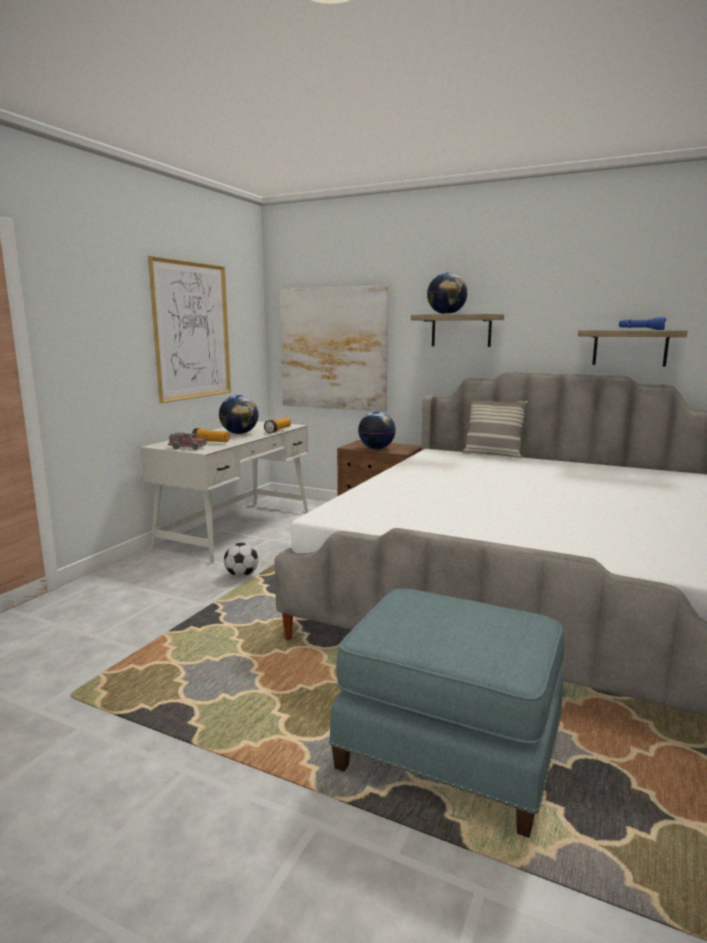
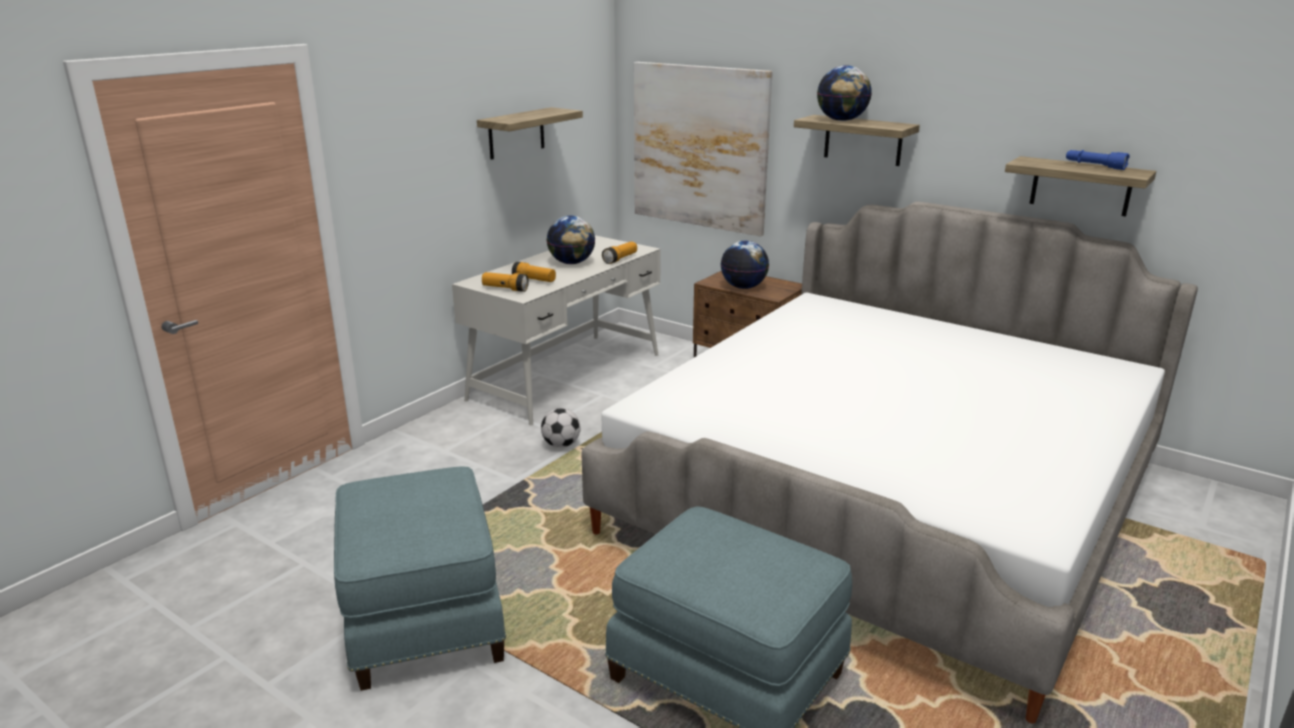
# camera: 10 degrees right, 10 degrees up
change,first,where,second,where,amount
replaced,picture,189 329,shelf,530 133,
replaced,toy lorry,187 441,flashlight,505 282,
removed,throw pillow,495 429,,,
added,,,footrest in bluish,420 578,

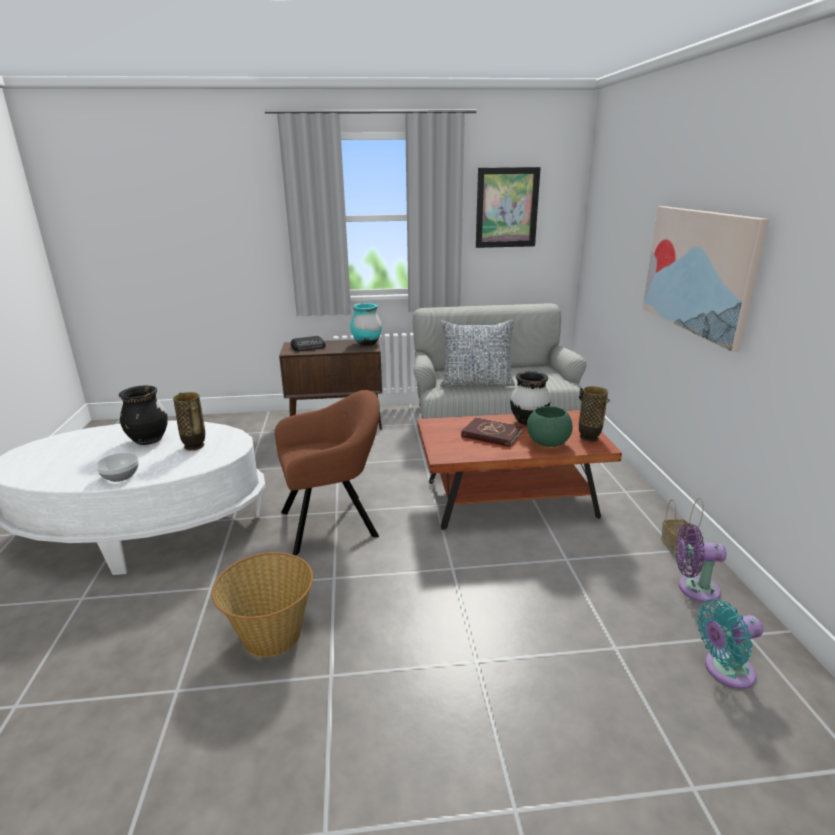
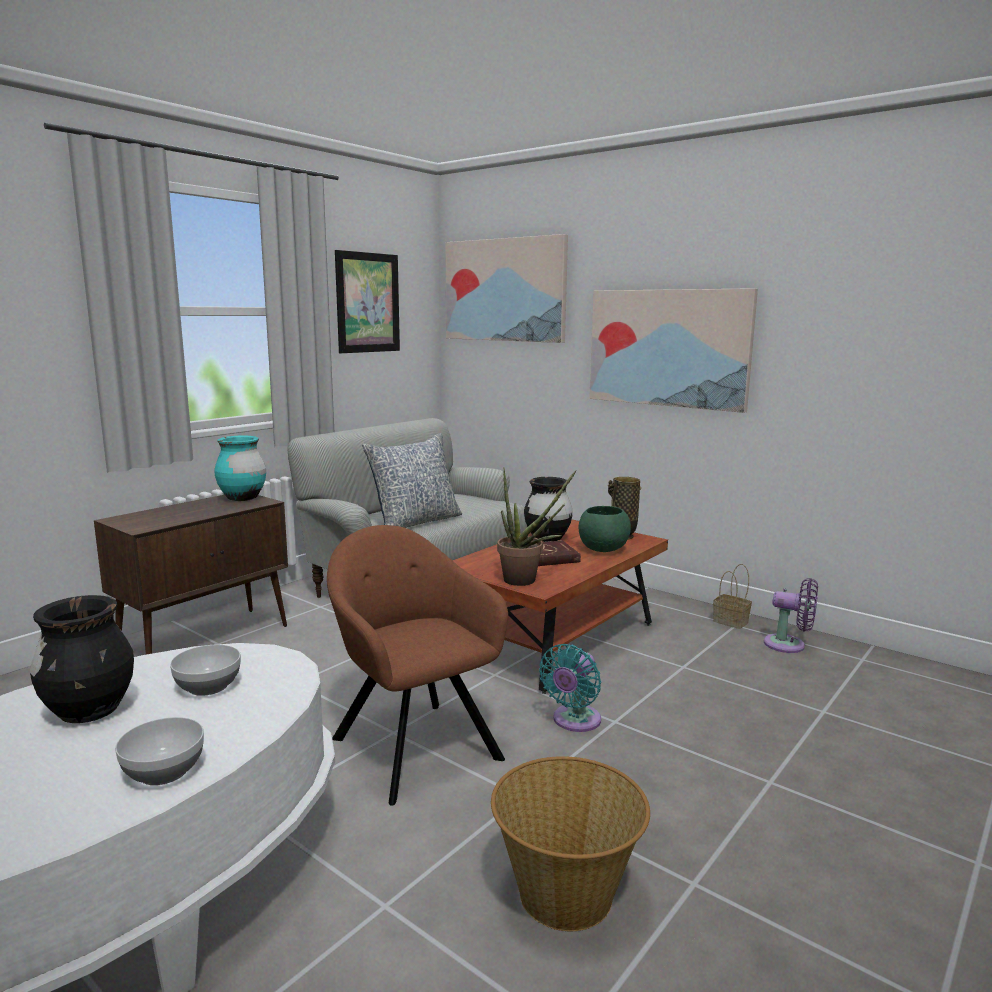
# camera: 45 degrees left, 10 degrees down
change,first,where,second,where,amount
replaced,vase,189 421,serving bowl,205 670,
turned,lounge chair in brown-coloured,327 473,,417 665,60 degrees counterclockwise
removed,radio set,308 343,,,
turned,cooling fan in purple-coloured,701 563,,791 615,120 degrees counterclockwise
moved,cooling fan in blue-green,730 644,,570 688,
added,,,picture,506 288,
added,,,houseplant,537 526,

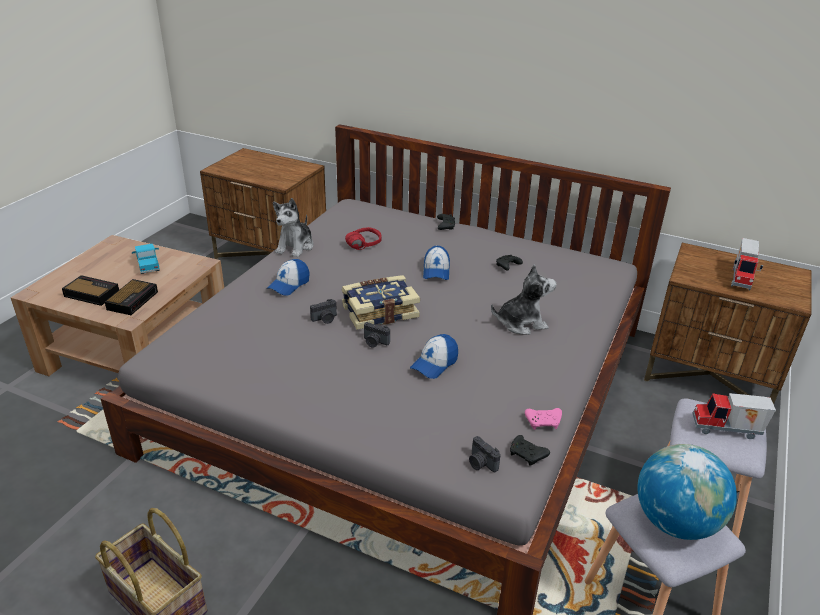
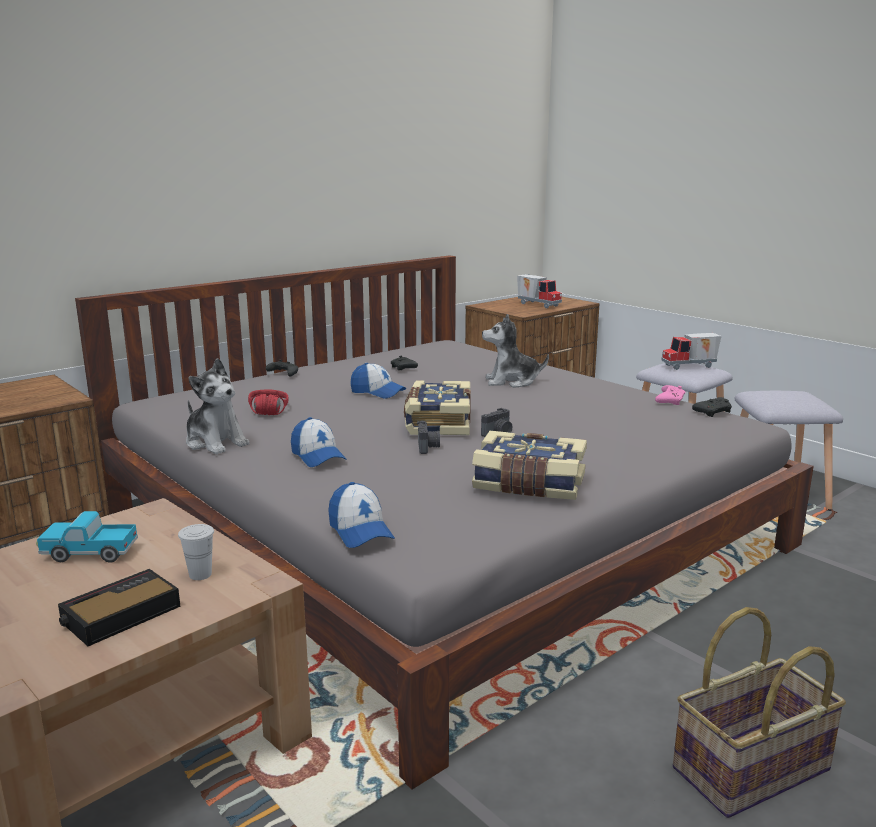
# camera: 65 degrees left, 15 degrees down
change,first,where,second,where,amount
replaced,bedside clock,131 297,cup in white-coloured,196 552,
moved,peaked cap,434 356,,361 515,
removed,still camera,485 454,,,
turned,plush toy,523 299,,515 351,105 degrees counterclockwise
removed,globe,687 492,,,
turned,toy lorry,734 416,,691 351,45 degrees clockwise
added,,,bound book,529 465,

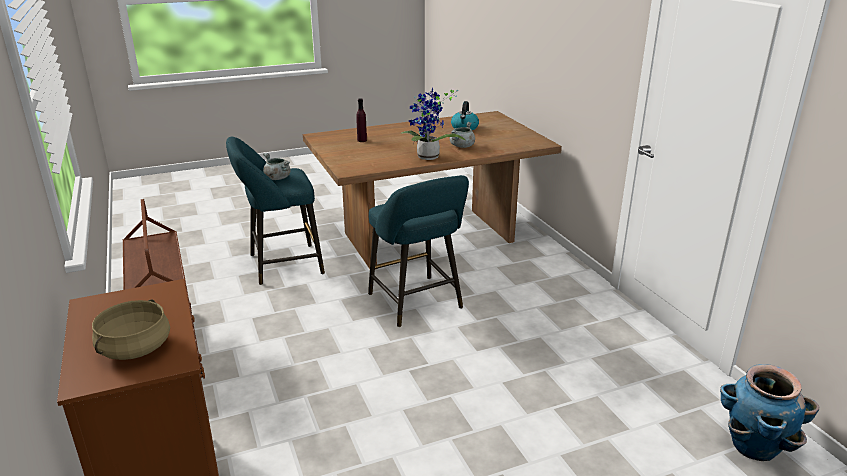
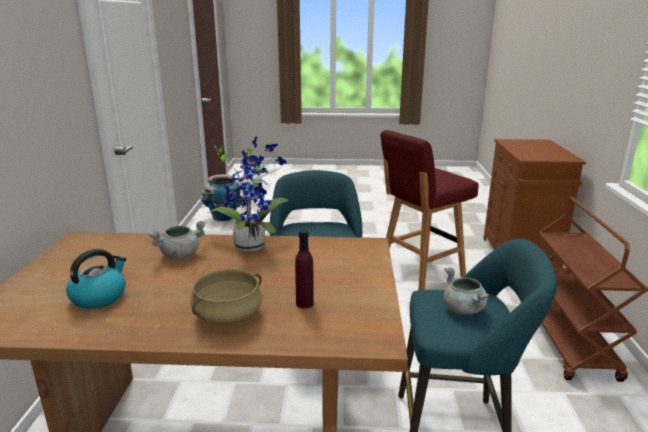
# camera: 155 degrees left, 5 degrees down
change,first,where,second,where,amount
moved,stockpot in beige-coloured,131 330,,226 297,
added,,,sitting stool in reddish,429 210,

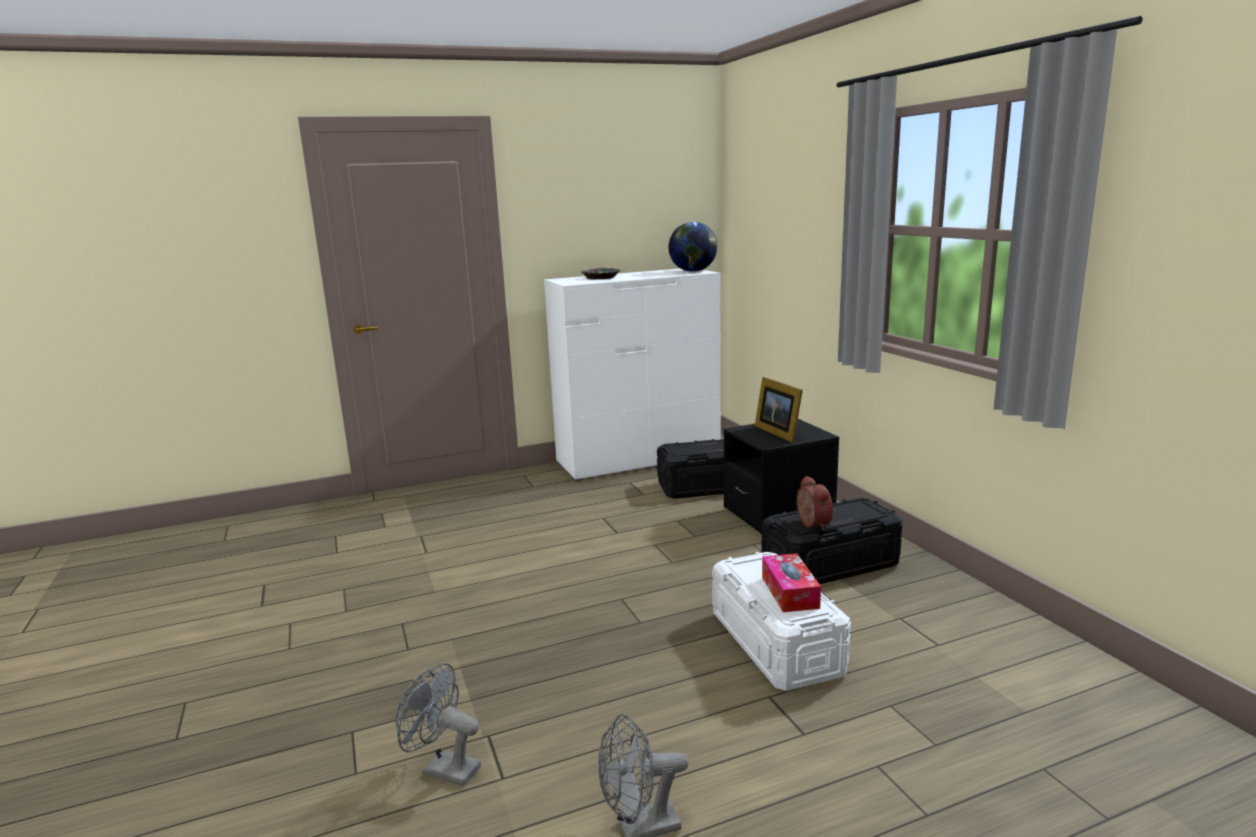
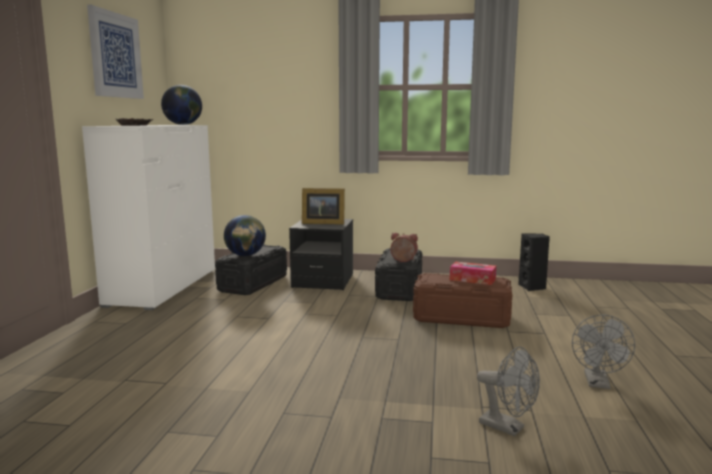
# camera: 60 degrees left, 5 degrees down
change,first,where,second,where,amount
turned,cooling fan in greyish,438 724,,508 391,105 degrees counterclockwise
recoloured,storage box in white-coloured,781 621,storage box in brown-coloured,463 300,
added,,,picture,115 52,
added,,,globe,245 235,
added,,,audio speaker in black-coloured,534 262,

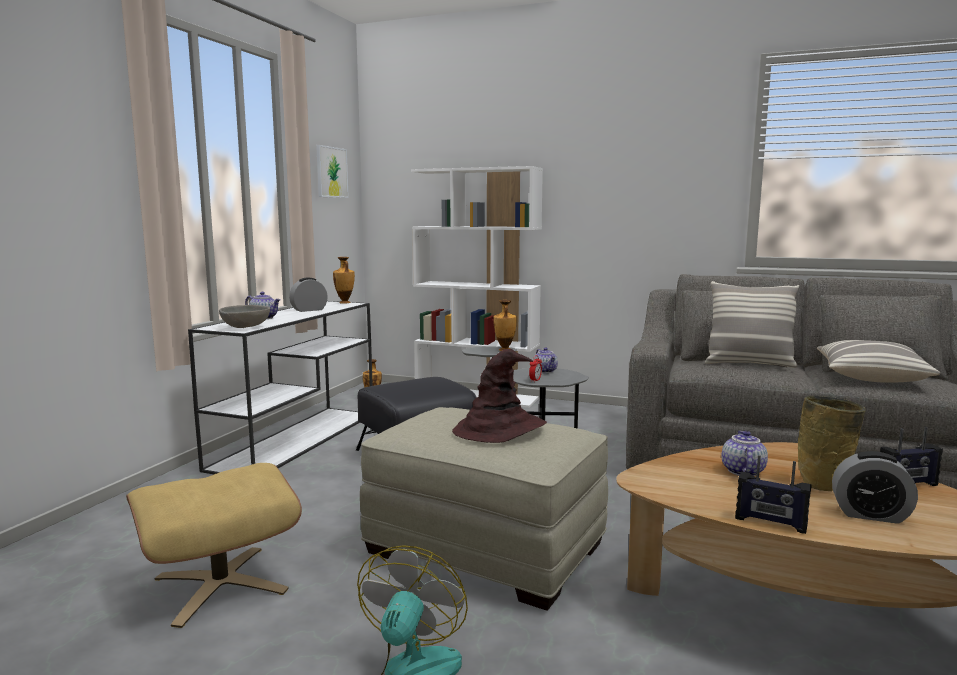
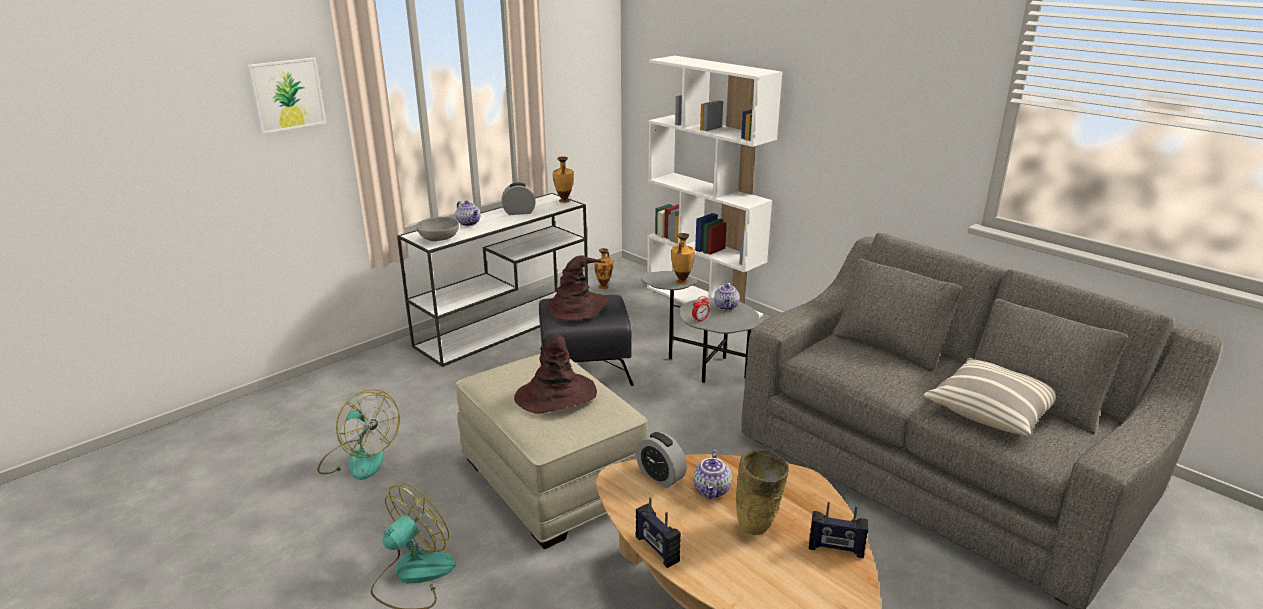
# camera: 25 degrees right, 15 degrees up
change,first,where,second,where,amount
replaced,footrest in beige-coloured,214 545,cooling fan,358 434,
moved,picture,332 171,,286 96,
removed,throw pillow,752 324,,,
turned,tea pot,745 453,,712 474,150 degrees clockwise
moved,bedside clock,875 487,,661 460,
added,,,clothing hat in brown-coloured,577 287,

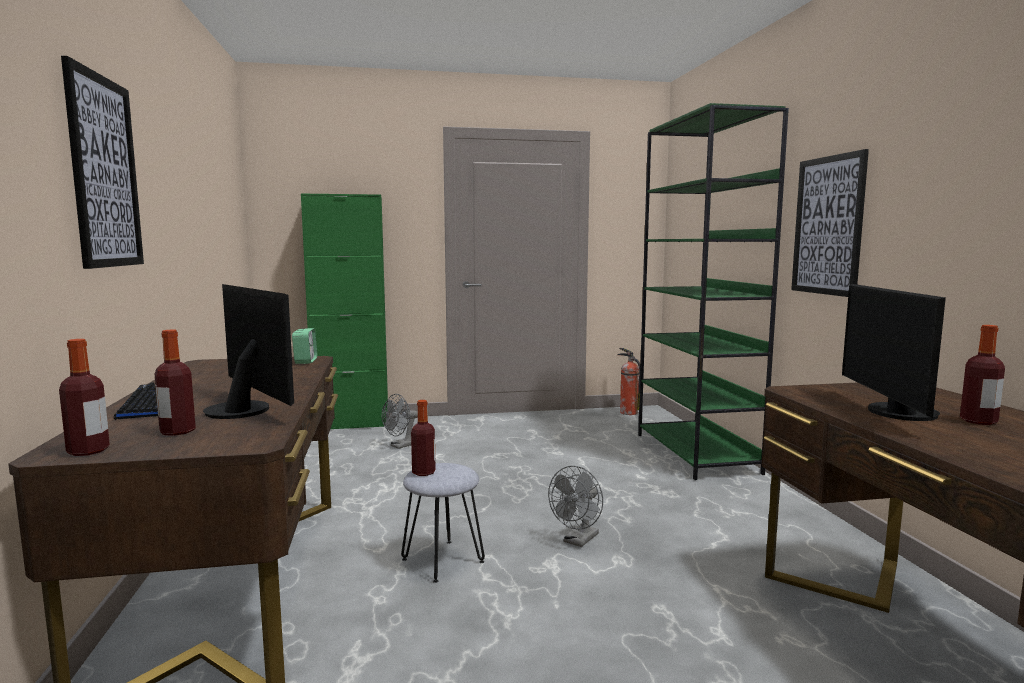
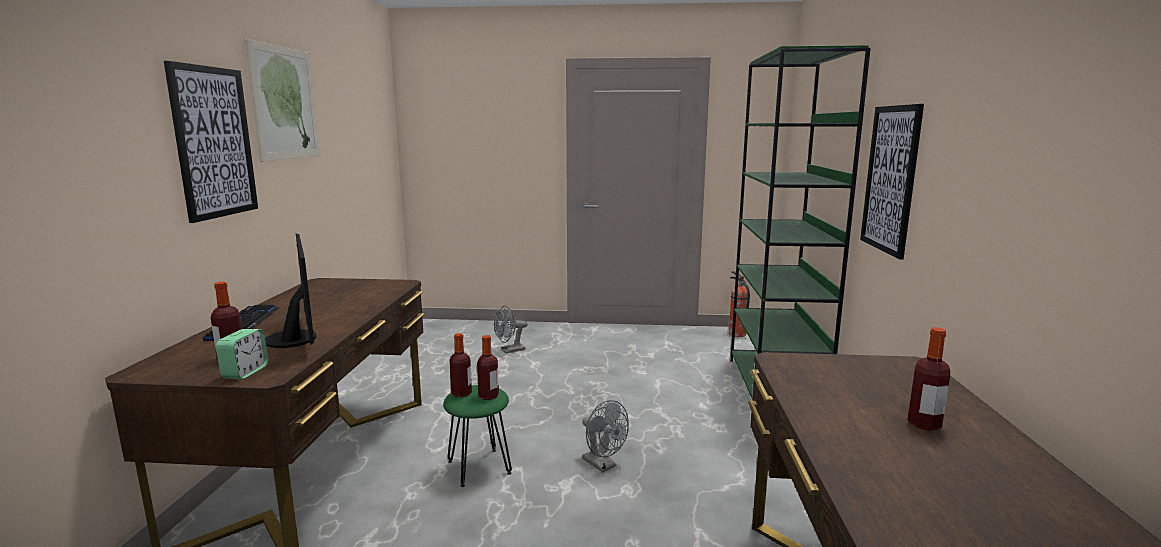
# camera: 15 degrees right, 5 degrees up
change,first,where,second,where,amount
moved,beverage bottle,84 397,,488 367,
moved,bedside clock,304 346,,242 354,
removed,cabinet in greenish,344 311,,,
recoloured,sitting stool in greyish,443 523,sitting stool in greenish,477 436,
turned,cooling fan in greyish,575 506,,605 436,90 degrees counterclockwise
removed,monitor,894 352,,,
added,,,picture,282 100,

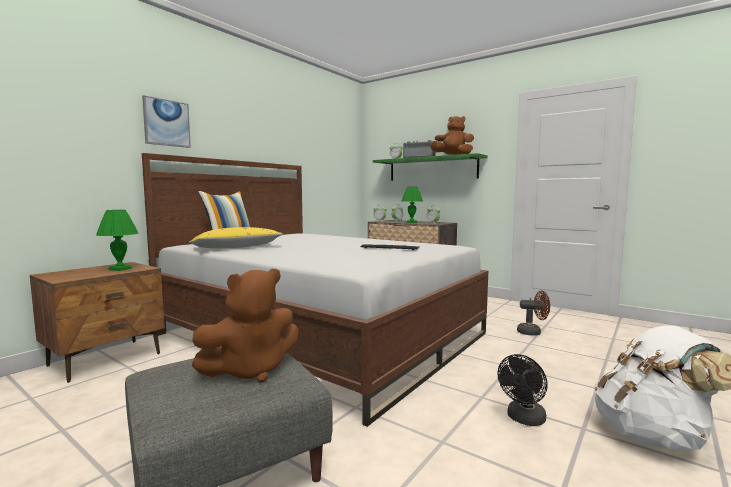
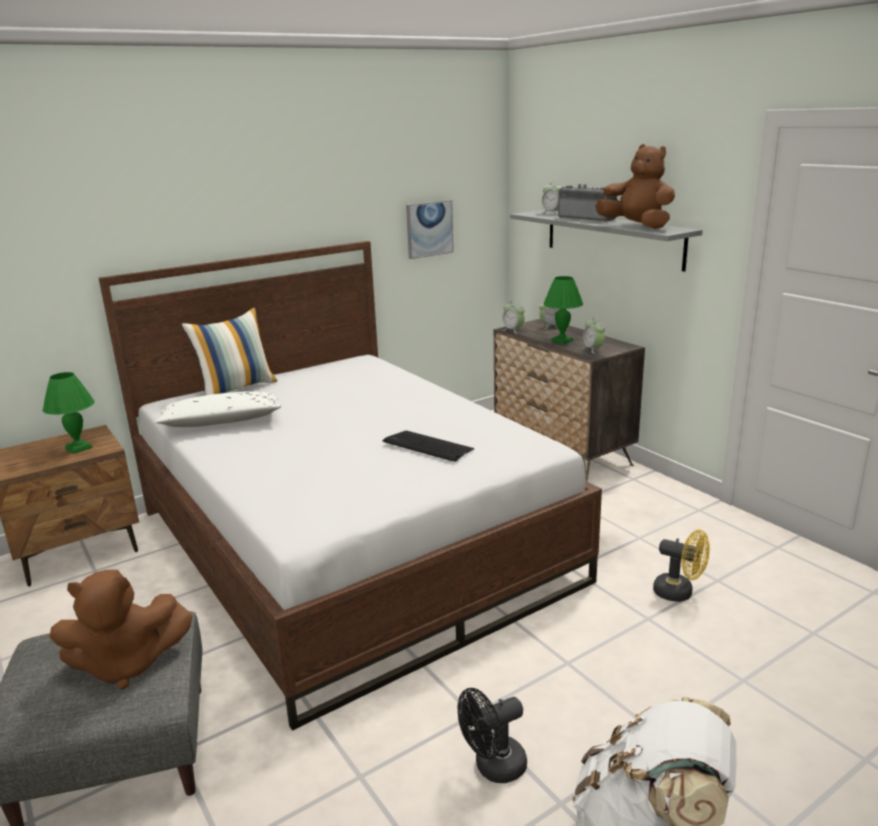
# camera: 20 degrees right, 15 degrees up
change,first,where,second,where,amount
moved,picture,166 121,,430 229,
recoloured,throw pillow in yellowish,236 238,throw pillow in white-coloured,218 409,
recoloured,shelf in greenish,430 167,shelf in greyish,606 241,
recoloured,cooling fan in brown-coloured,533 313,cooling fan in yellowish,681 566,

